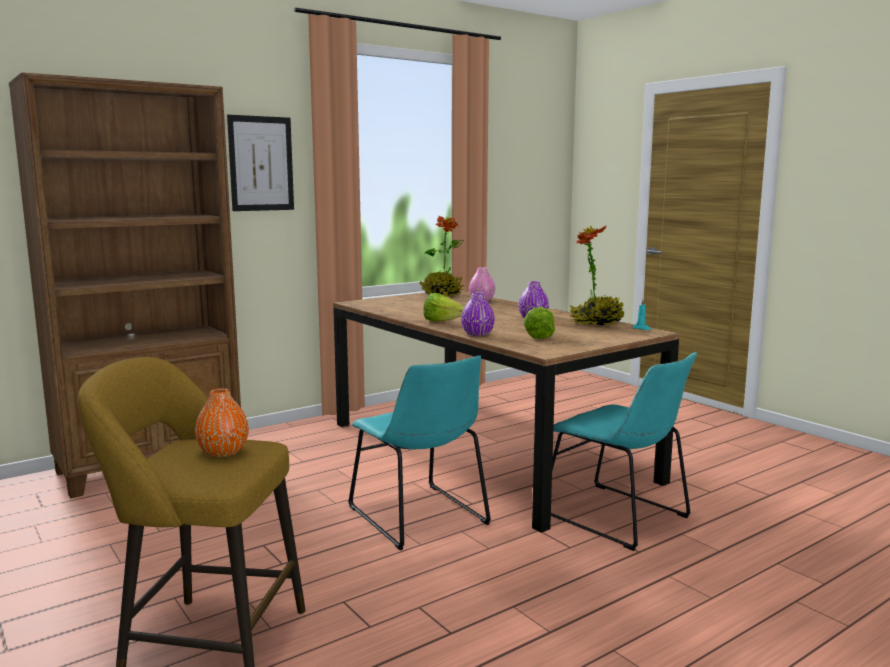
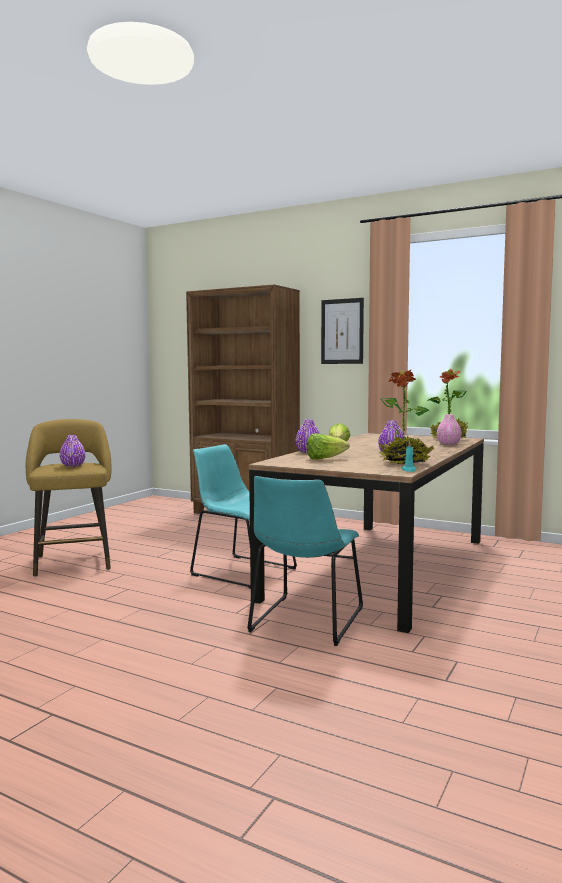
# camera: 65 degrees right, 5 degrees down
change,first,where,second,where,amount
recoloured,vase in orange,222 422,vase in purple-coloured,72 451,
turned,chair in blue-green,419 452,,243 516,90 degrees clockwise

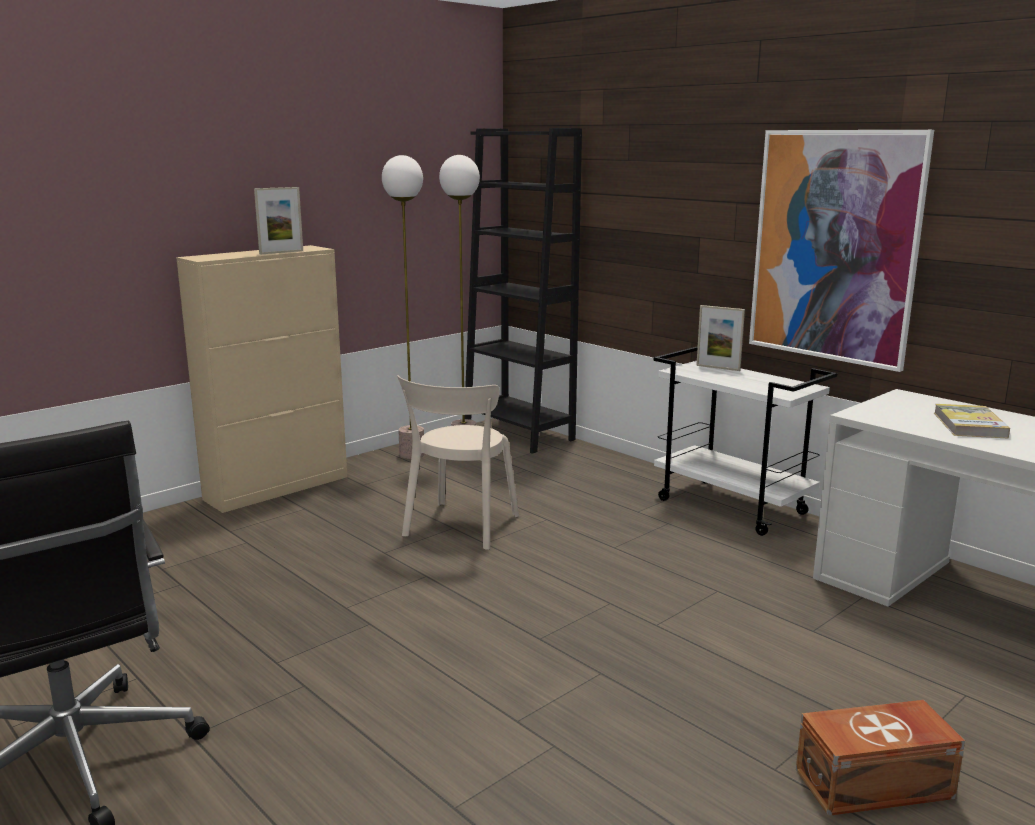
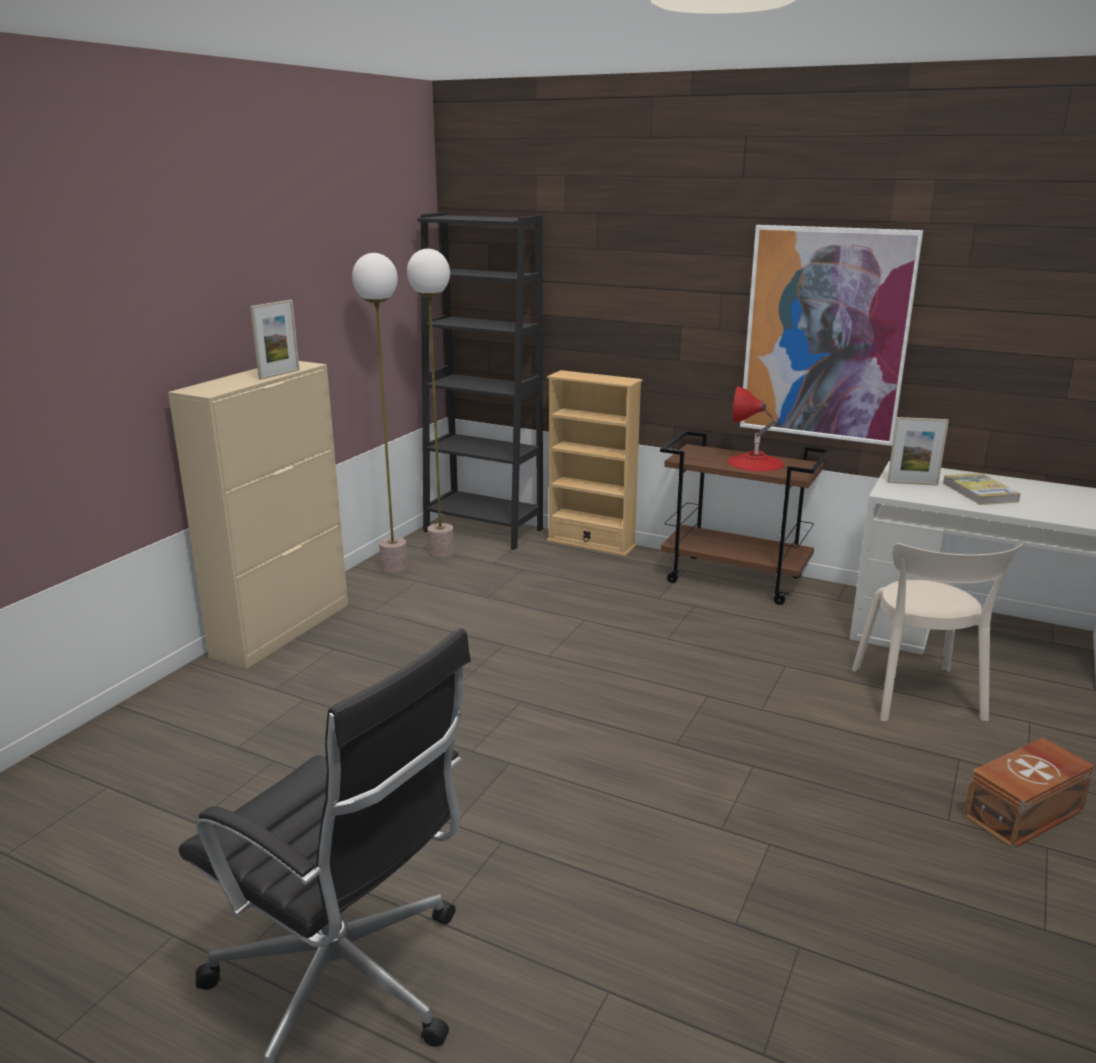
# camera: 20 degrees left, 5 degrees up
change,first,where,second,where,amount
moved,chair in beige-coloured,458 462,,937 632,
recoloured,trolley in white-coloured,745 441,trolley in brown-coloured,745 518,
moved,picture frame,720 338,,918 451,
added,,,shelving unit in beige-coloured,595 463,
added,,,table lamp in reddish,755 429,

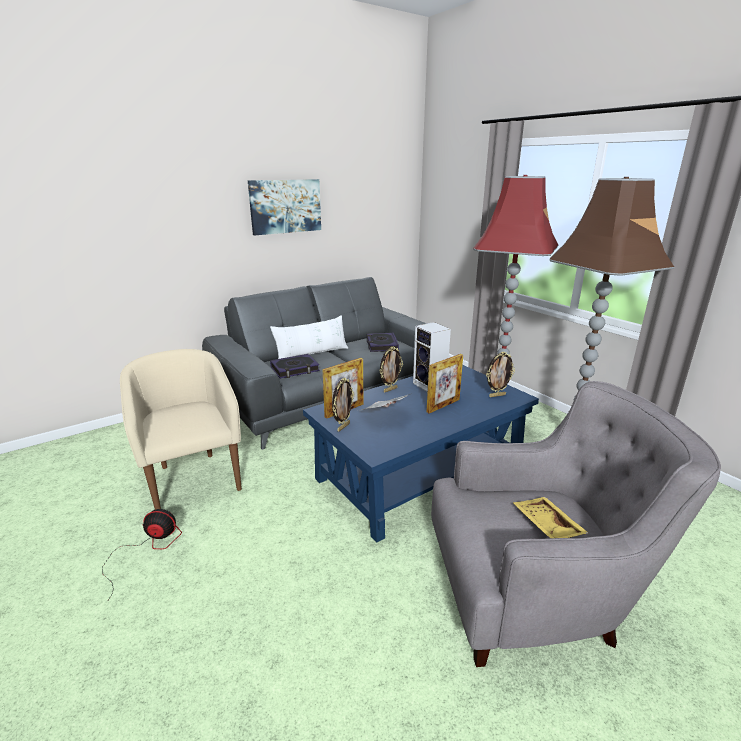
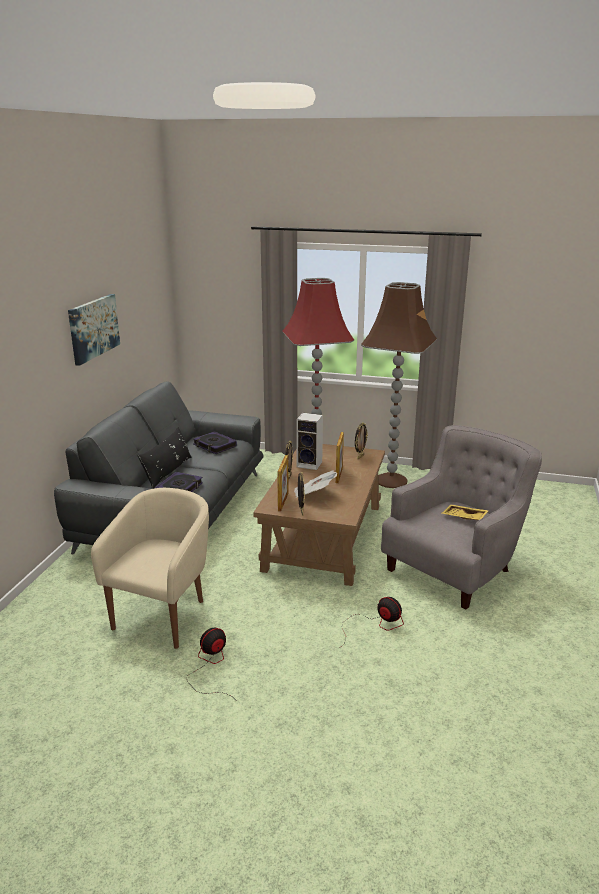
# camera: 40 degrees left, 0 degrees up
change,first,where,second,where,amount
turned,lounge chair in beige-coloured,181 429,,150 568,90 degrees clockwise
recoloured,throw pillow in white-coloured,309 337,throw pillow in black-coloured,164 458,
recoloured,coffee table in bluish,421 454,coffee table in brown-coloured,319 515,
added,,,cooling fan,373 621,

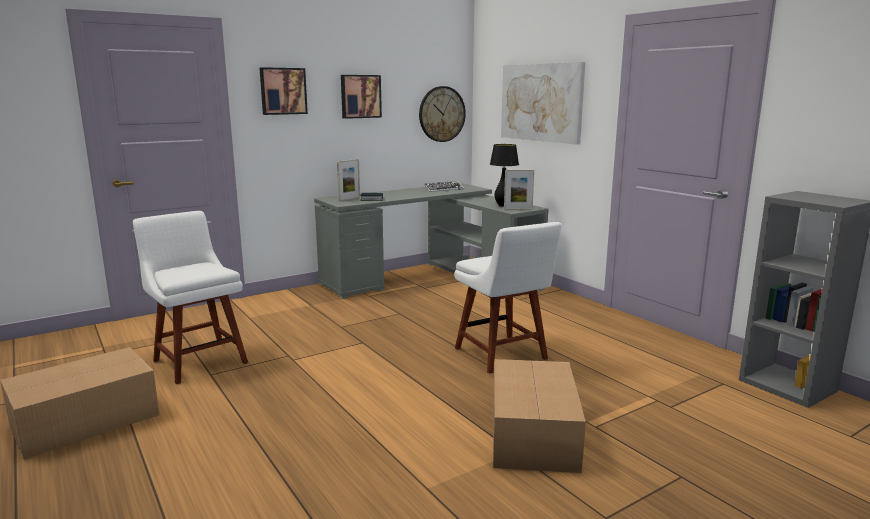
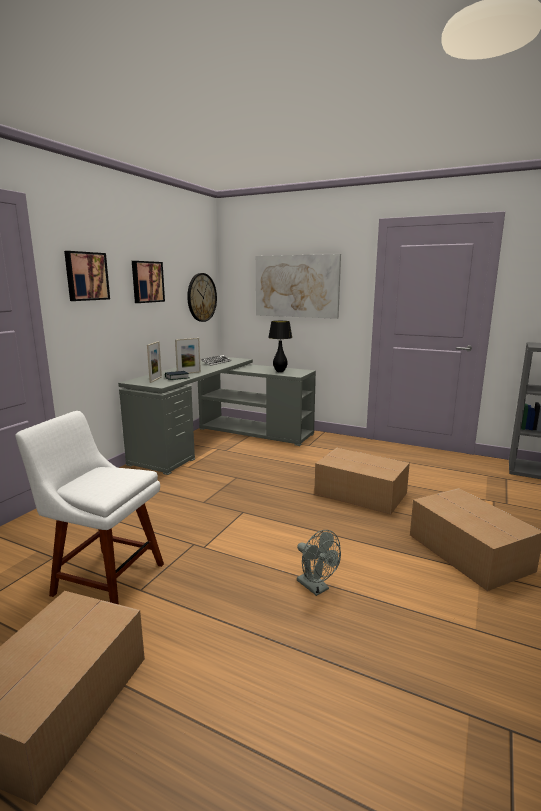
# camera: 30 degrees left, 0 degrees up
change,first,where,second,where,amount
replaced,chair in white-coloured,508 298,packing box,362 481,
moved,picture frame,519 190,,188 356,
added,,,cooling fan in greyish,319 563,

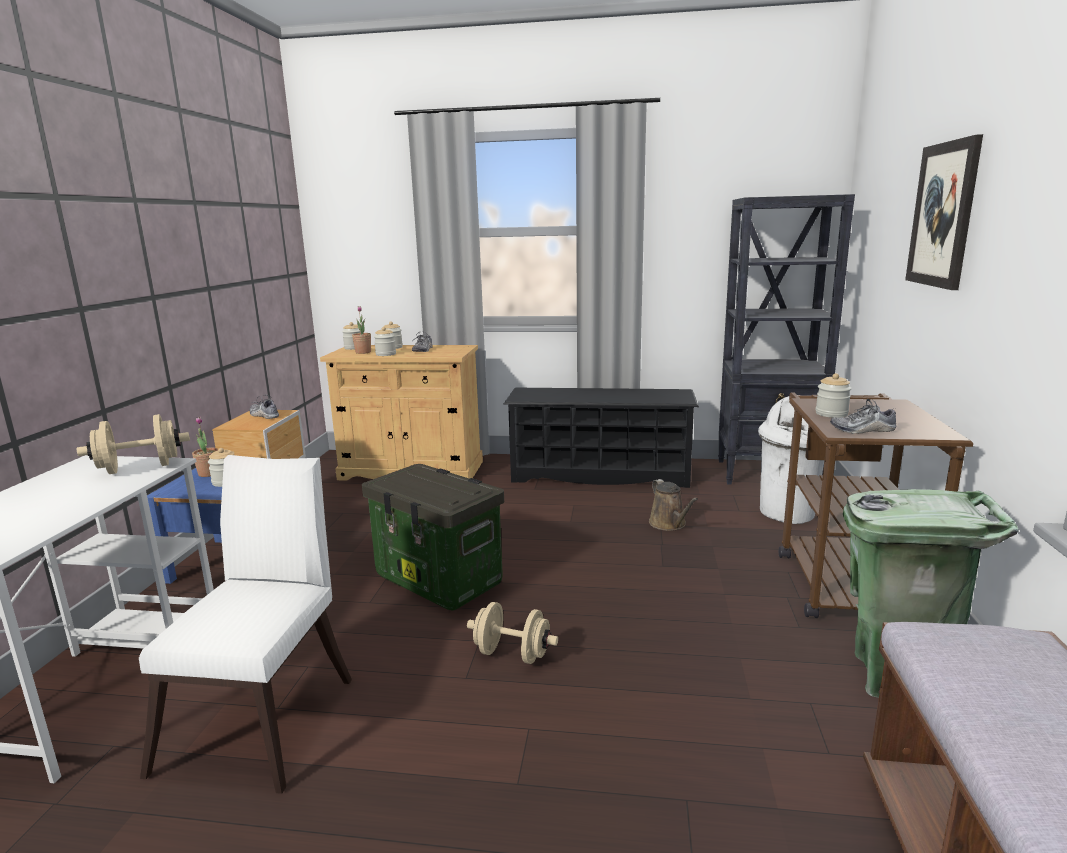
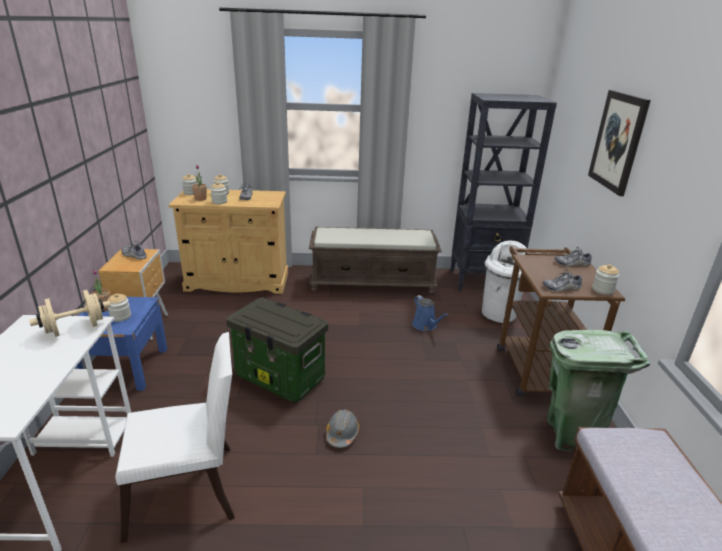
# camera: 10 degrees left, 10 degrees up
change,first,where,second,where,amount
turned,chair in white-coloured,245 624,,175 437,75 degrees clockwise
replaced,hand weight in beige-coloured,512 633,hard hat in greyish,342 428,
replaced,shoe rack in black-coloured,601 438,bench in brown-coloured,375 260,
recoloured,watering pot in brown-coloured,673 505,watering pot in bluish,430 313,
moved,preserve jar,833 395,,605 279,
added,,,shoe,573 257,

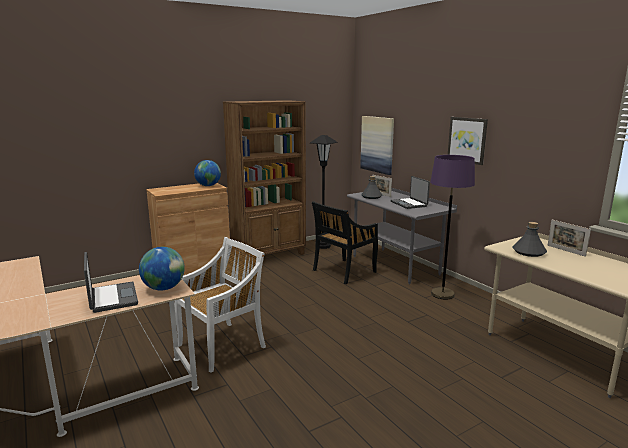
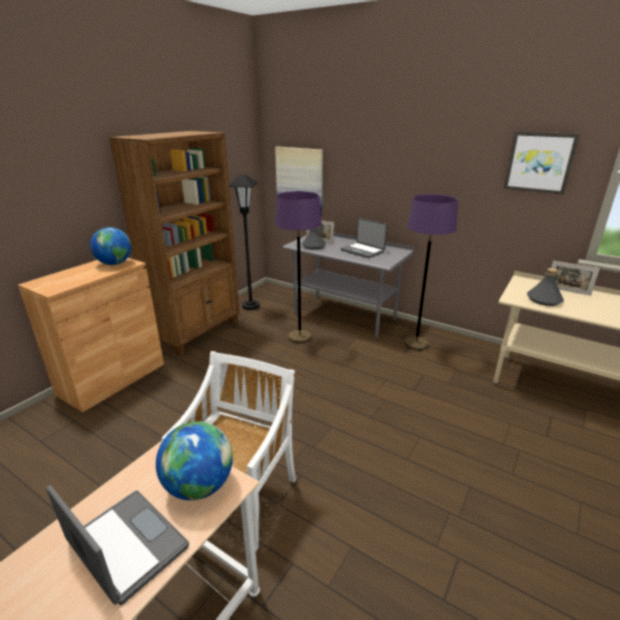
# camera: 25 degrees left, 10 degrees up
change,first,where,second,where,amount
replaced,chair in black-coloured,345 242,floor lamp in purple-coloured,298 267,
moved,picture,468 141,,542 163,

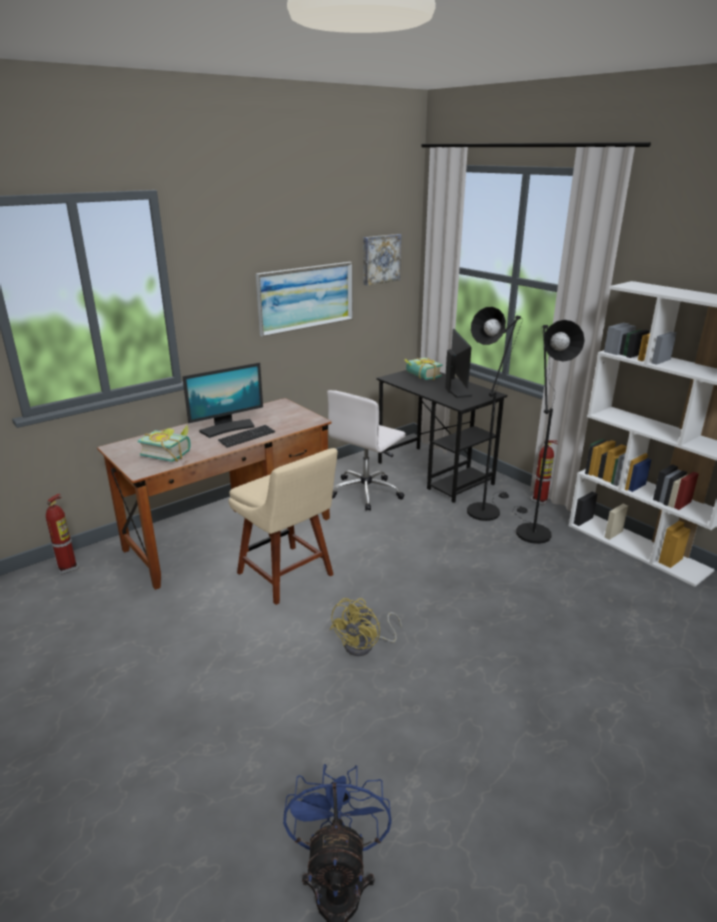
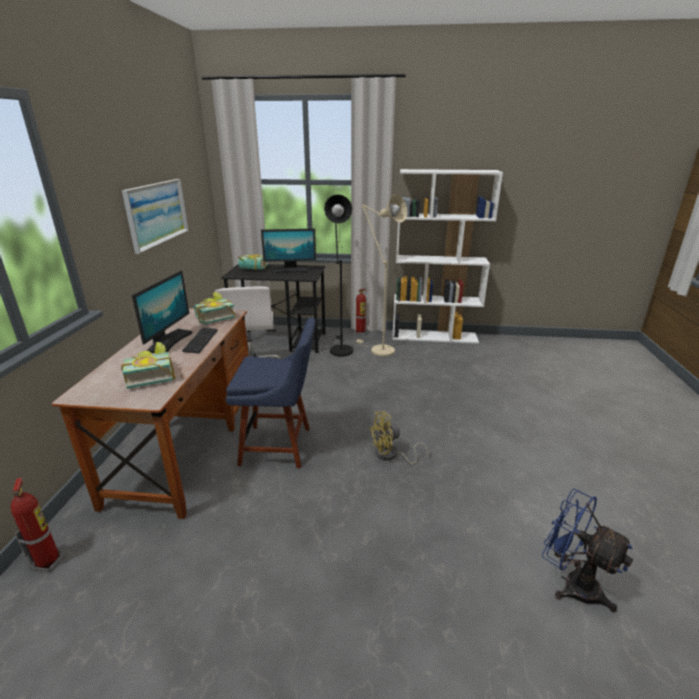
# camera: 45 degrees left, 0 degrees up
change,first,where,second,where,amount
recoloured,chair in beige-coloured,283 526,chair in bluish,270 392,
turned,cooling fan in yellowish,366 627,,399 438,90 degrees clockwise
removed,picture,382 259,,,
turned,monitor,458 363,,288 251,135 degrees clockwise
recoloured,floor lamp in black-coloured,548 432,floor lamp in beige-coloured,381 275,
added,,,bound book,215 308,

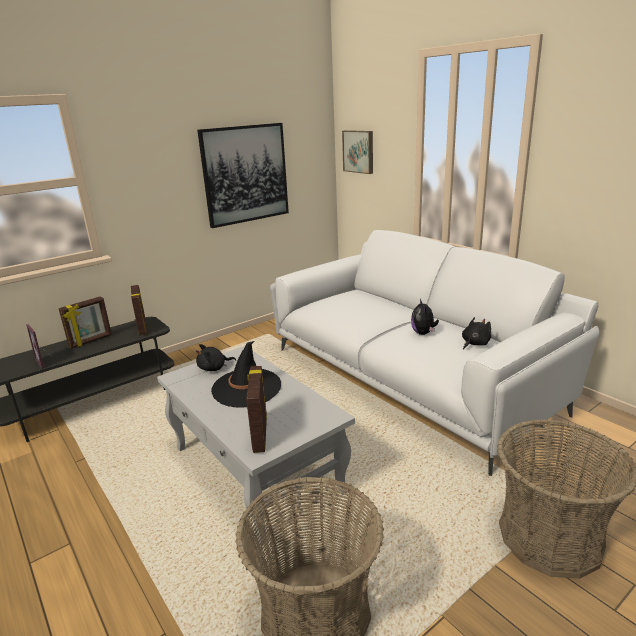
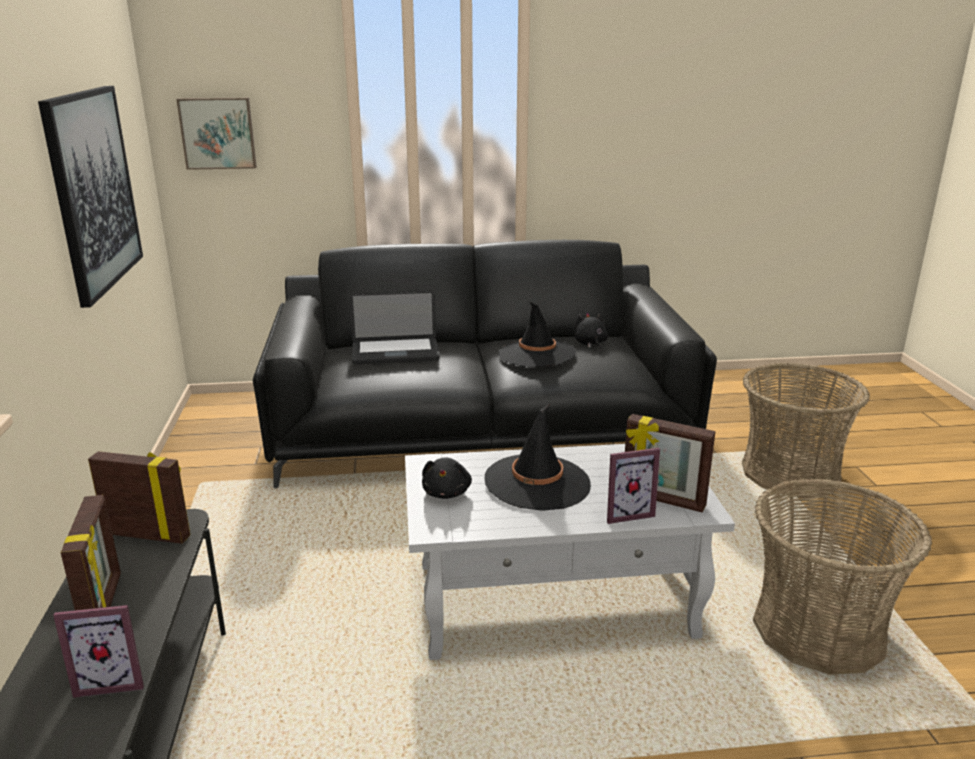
# camera: 60 degrees left, 0 degrees up
change,first,where,second,where,amount
recoloured,sofa in white-coloured,434 353,sofa in black-coloured,485 364,
replaced,plush toy,425 317,clothing hat in black-coloured,537 334,
added,,,portable computer,394 327,
added,,,picture frame,633 486,

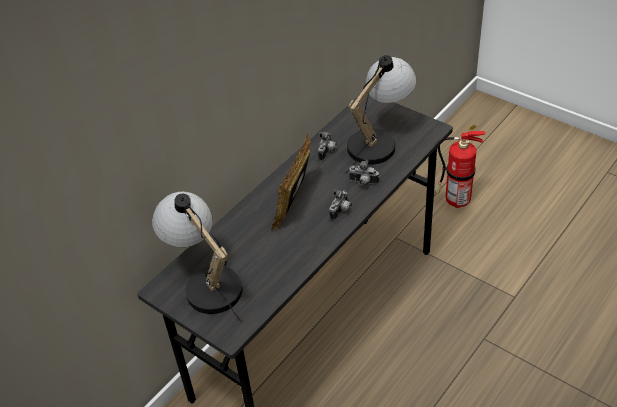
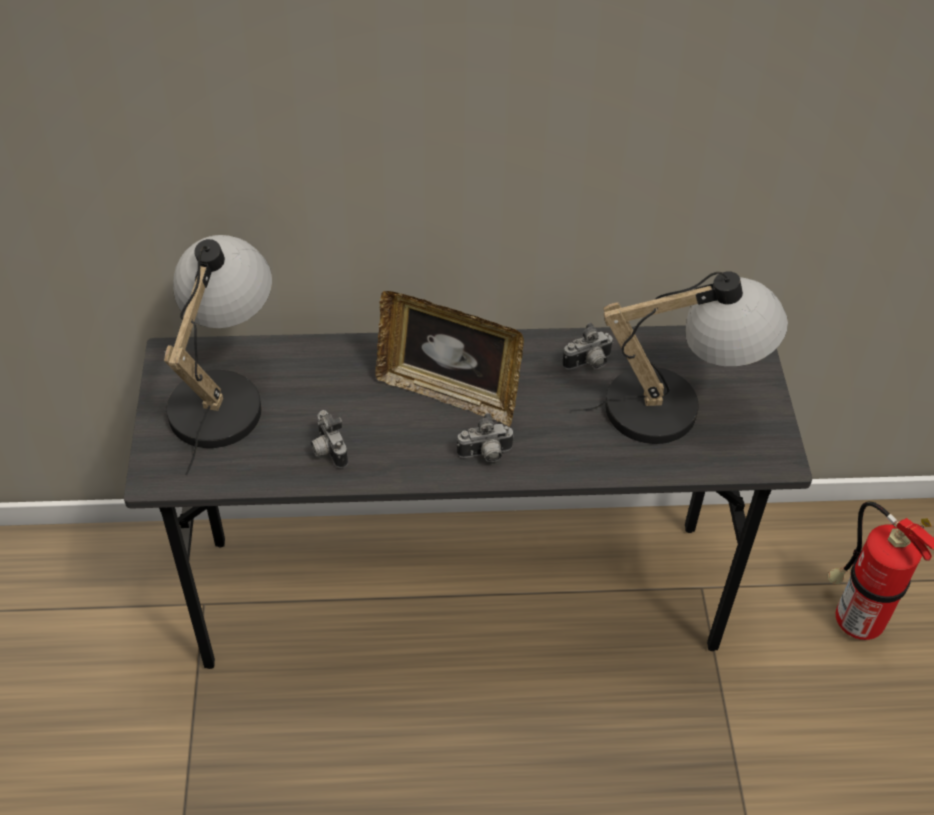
# camera: 45 degrees right, 5 degrees up
change,first,where,second,where,amount
turned,picture frame,291 181,,449 359,135 degrees counterclockwise
moved,still camera,364 173,,329 439,

